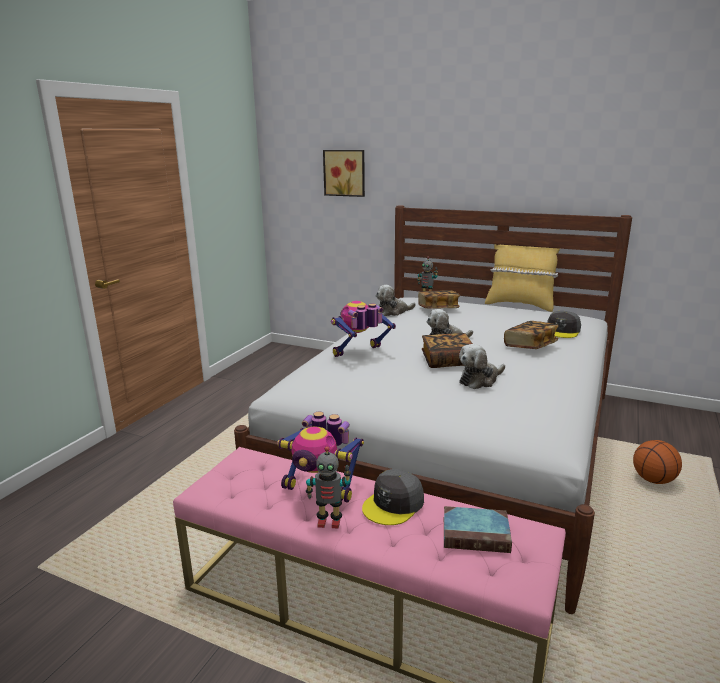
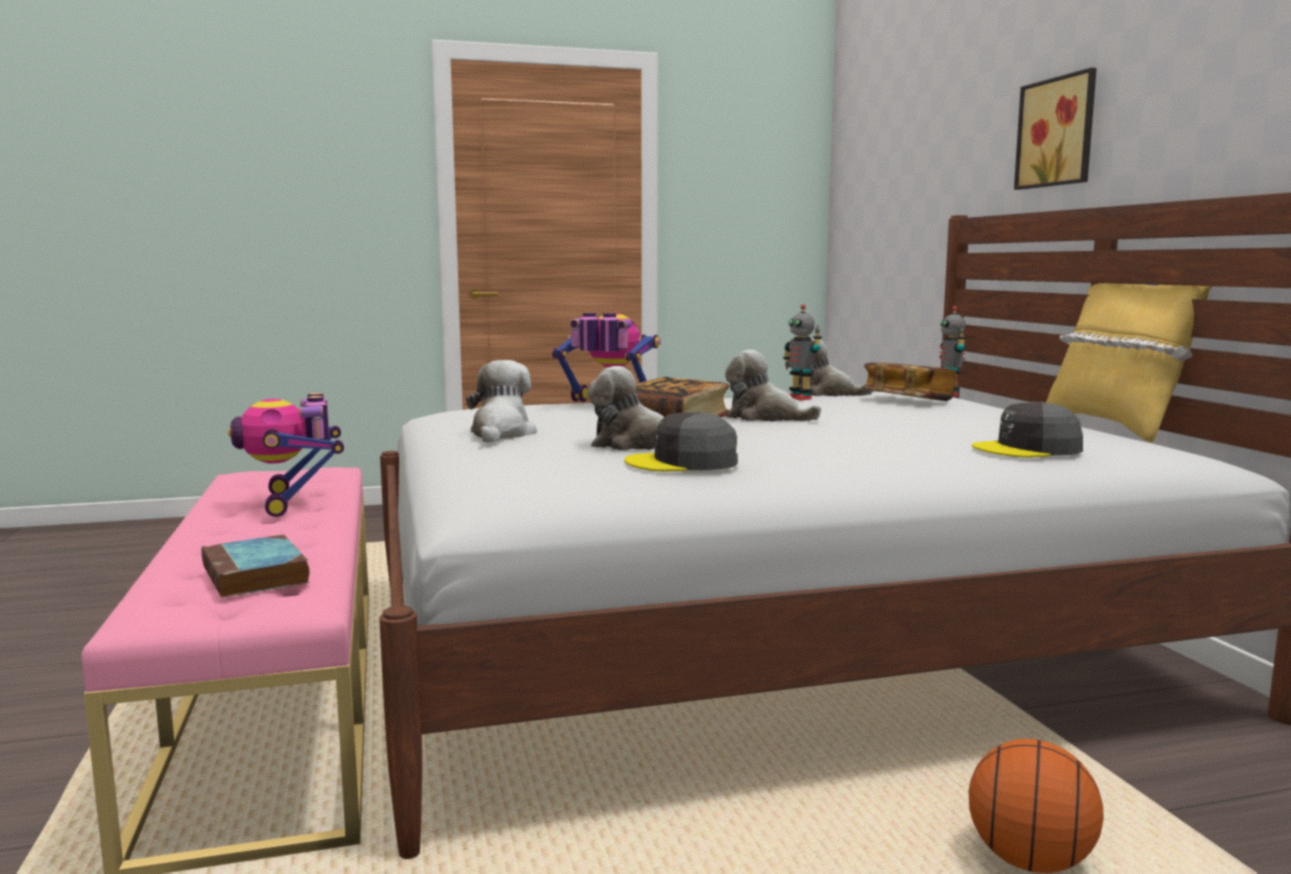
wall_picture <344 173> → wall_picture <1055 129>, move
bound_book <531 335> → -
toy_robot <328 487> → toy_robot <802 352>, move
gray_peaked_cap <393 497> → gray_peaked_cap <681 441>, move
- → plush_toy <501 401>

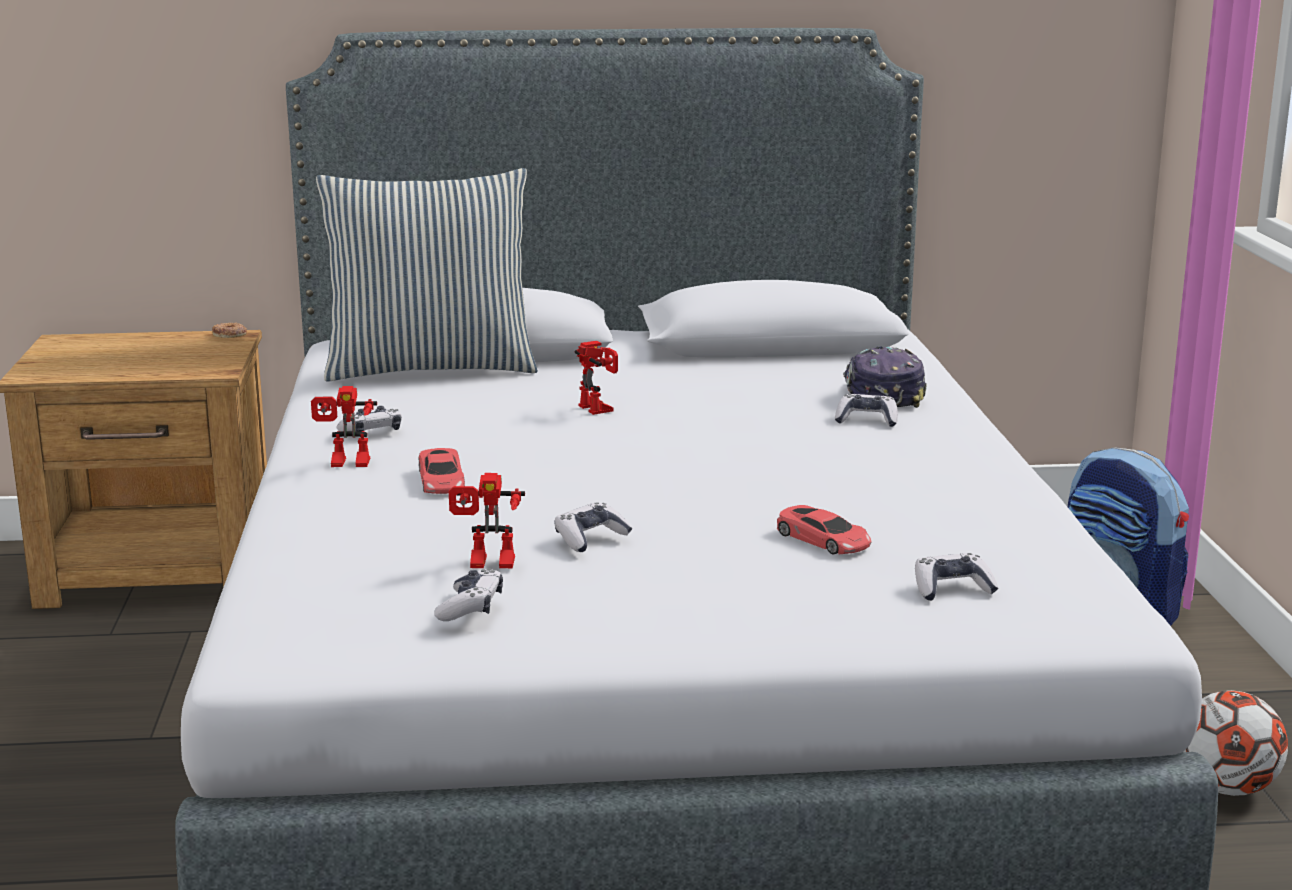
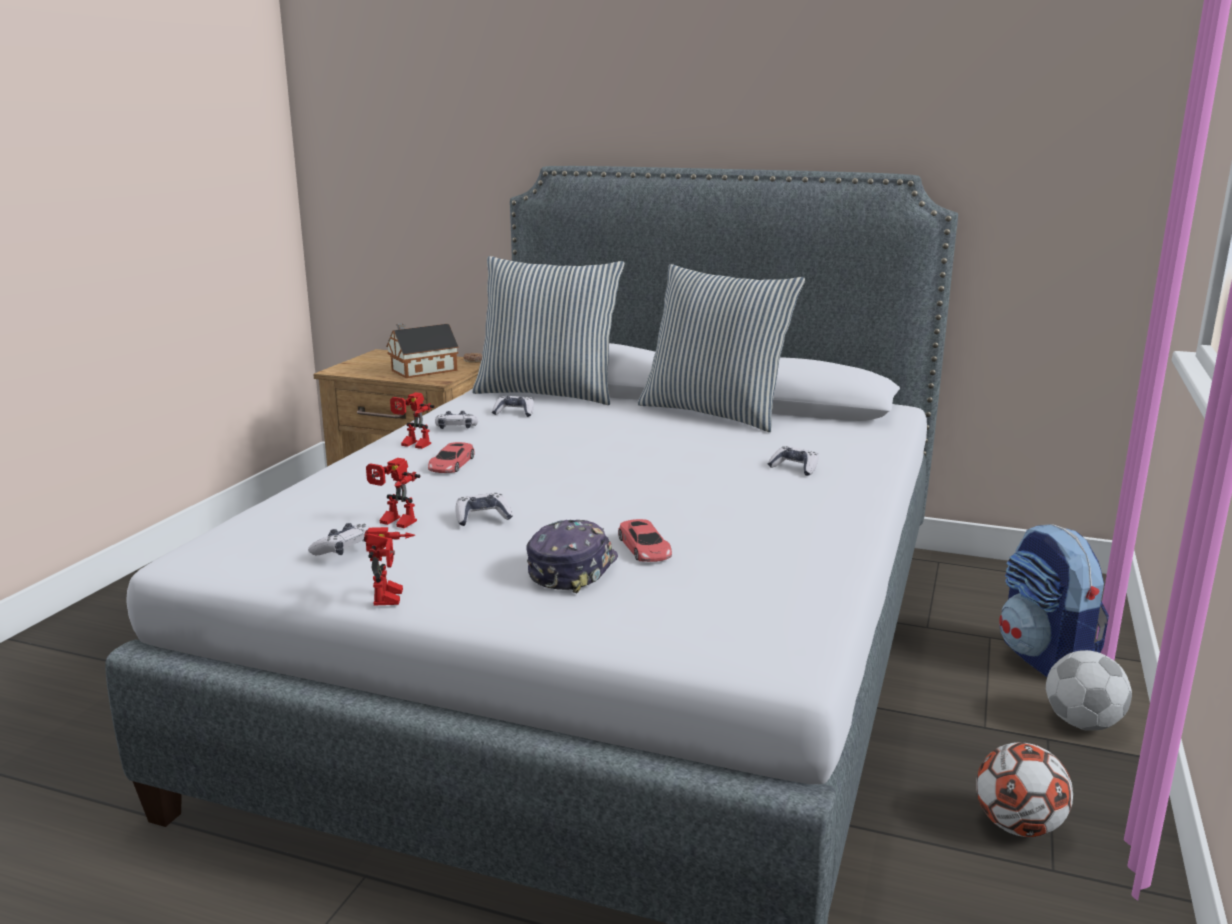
toy_robot <596 378> → toy_robot <389 566>, move
peaked_cap <885 377> → peaked_cap <572 556>, move
joypad <957 577> → joypad <513 406>, move
- → cushion <721 348>
- → toy_house <422 350>
- → football <1089 690>

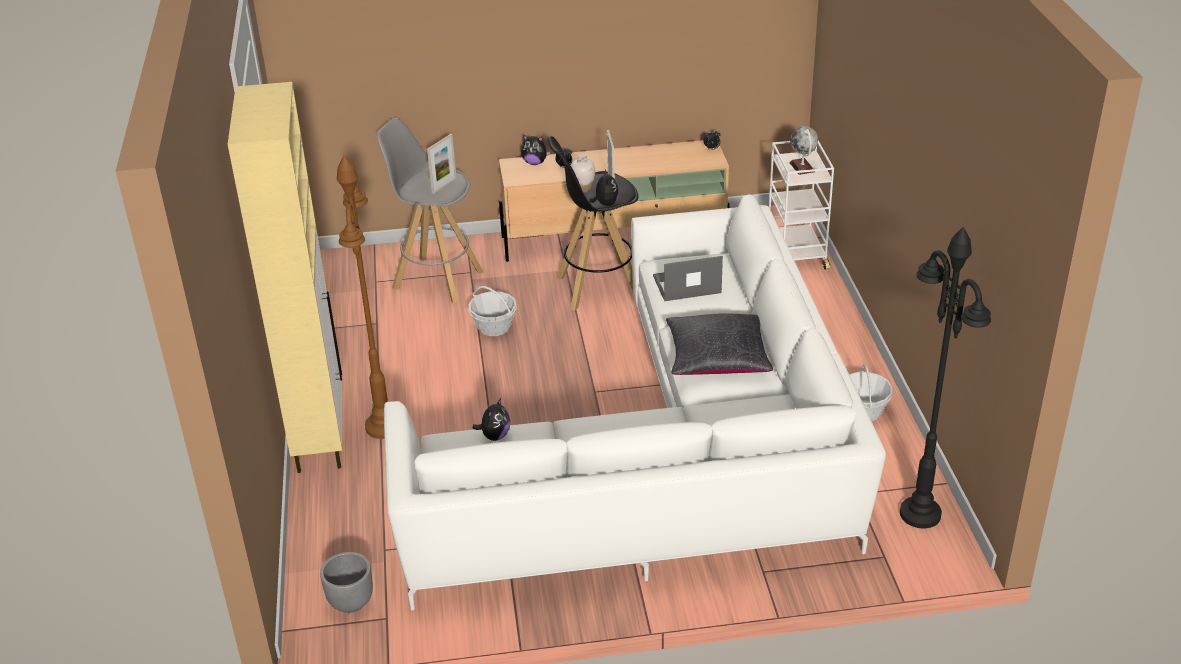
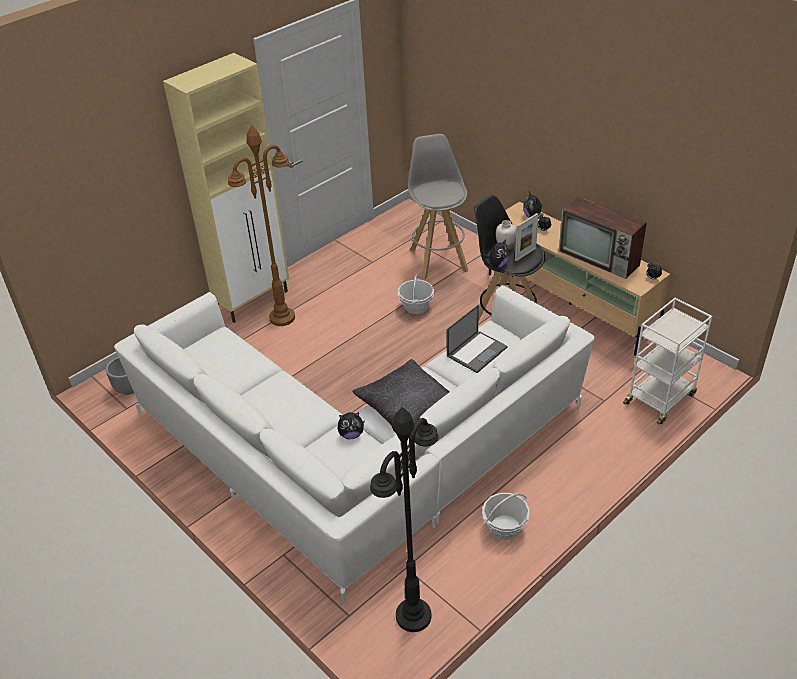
desk_globe <803 150> → -
photo_frame <442 164> → -
notebook_computer <688 278> → notebook_computer <477 339>, 90 degrees clockwise
plush_toy <491 419> → plush_toy <351 425>, move
- → television <603 238>

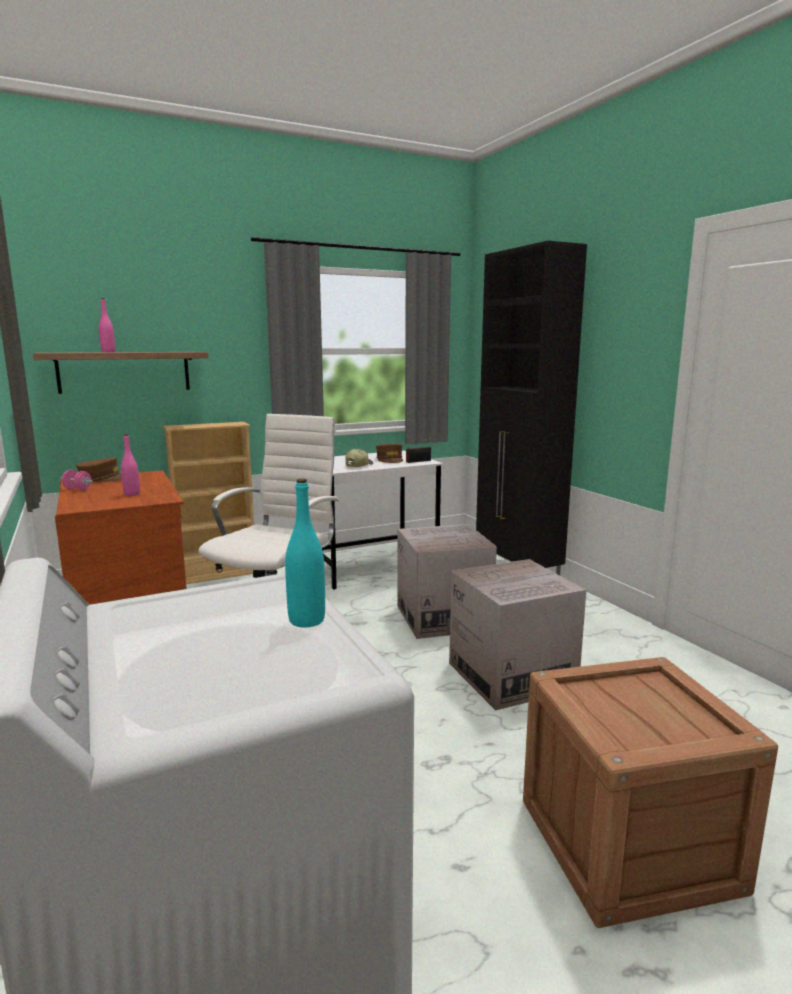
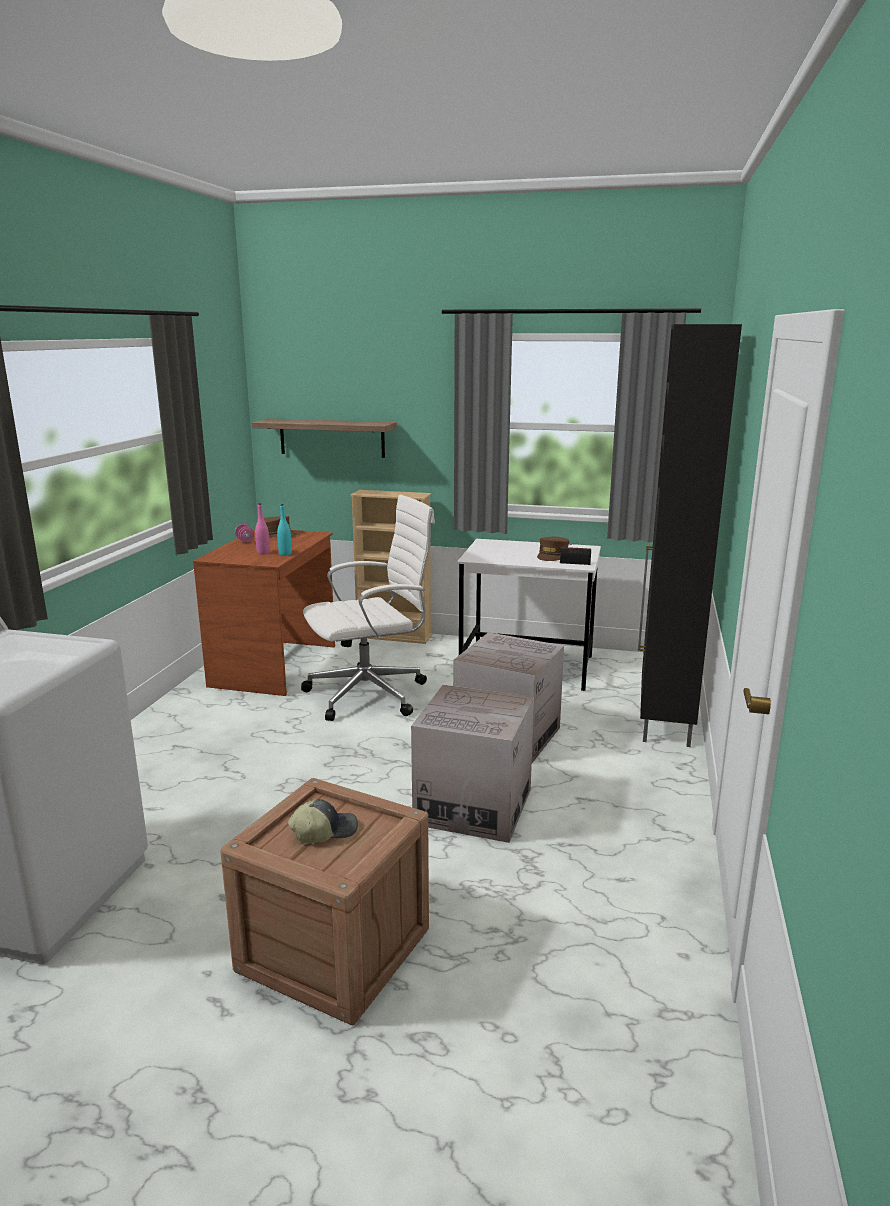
pink-coloured_drink_bottle <107 325> → -
peaked_cap <359 457> → peaked_cap <323 821>, move
turquoise-coloured_drink_bottle <305 553> → turquoise-coloured_drink_bottle <284 530>, move

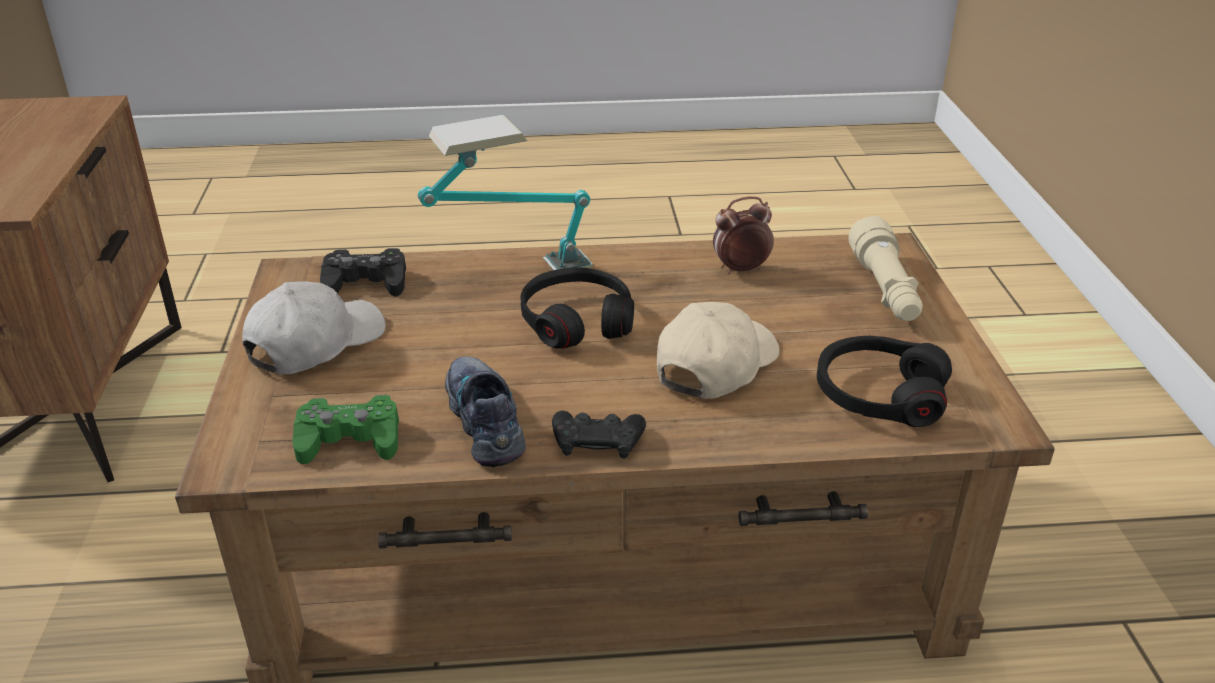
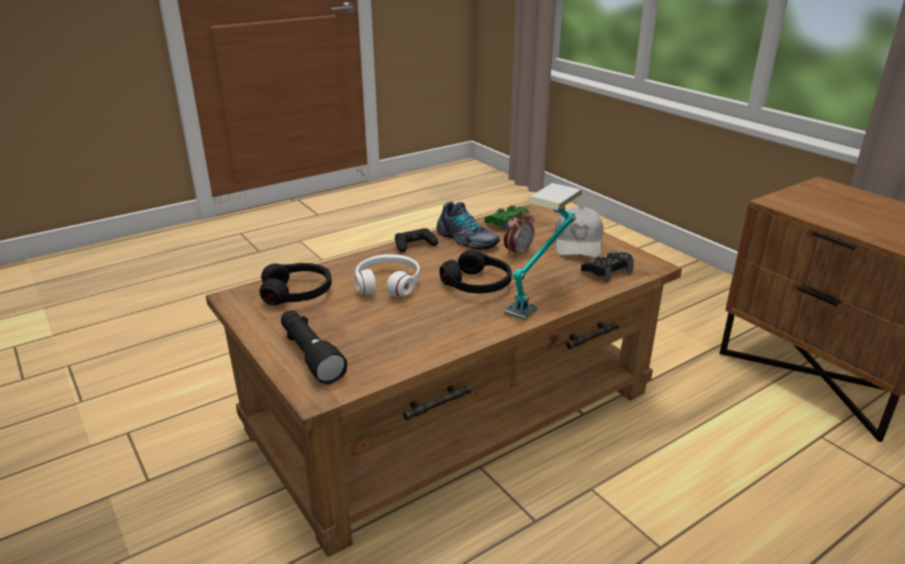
table_clock <743 235> → table_clock <519 233>, move
beige_flashlight <885 268> → blackish_flashlight <314 347>
beige_peaked_cap <718 350> → white-coloured_headphones <387 275>

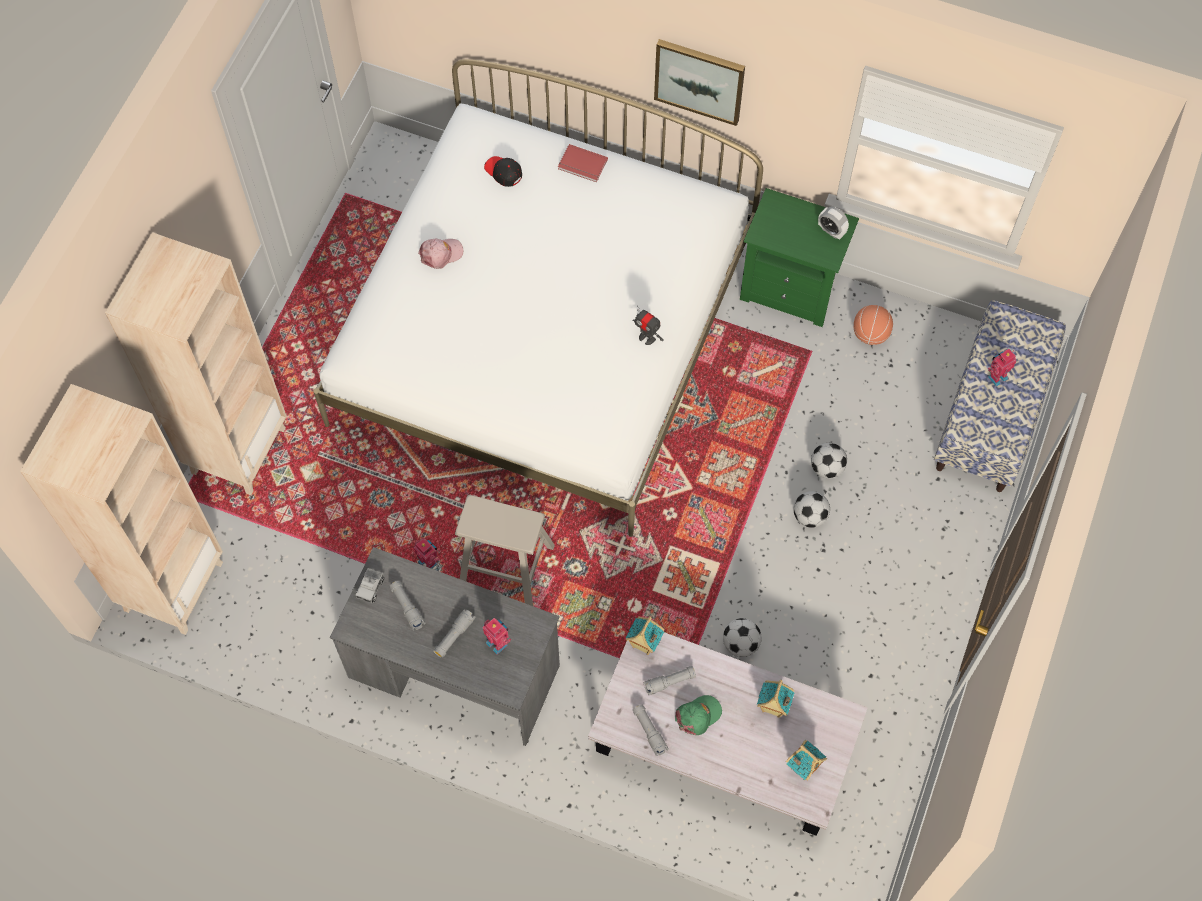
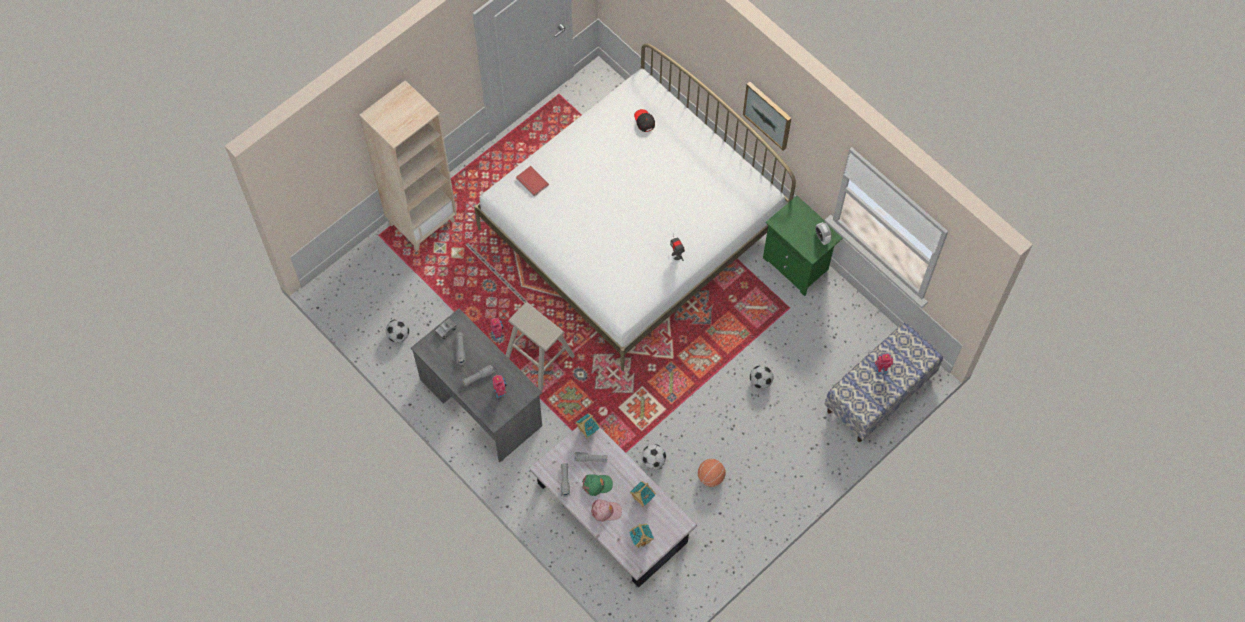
reddish_bound_book <583 163> → reddish_bound_book <532 181>, move
pink-coloured_peaked_cap <440 254> → pink-coloured_peaked_cap <606 510>, move
ball_for_basketball <873 325> → ball_for_basketball <712 473>, move
beige_shelving_unit <121 509> → -
football <811 509> → football <397 331>, move

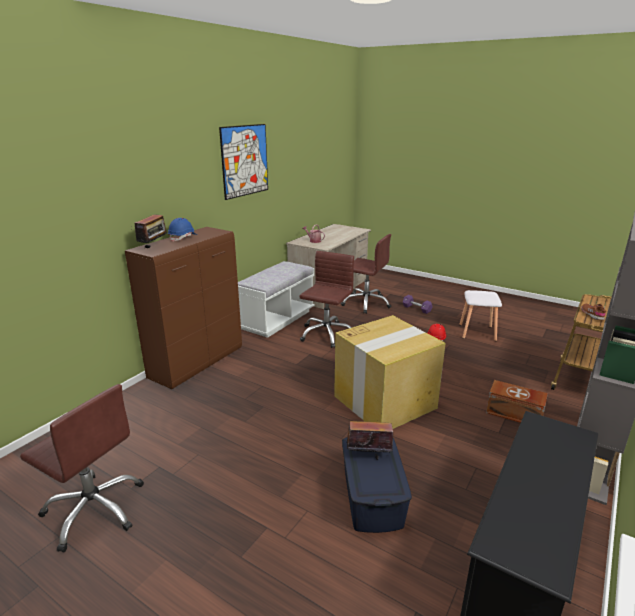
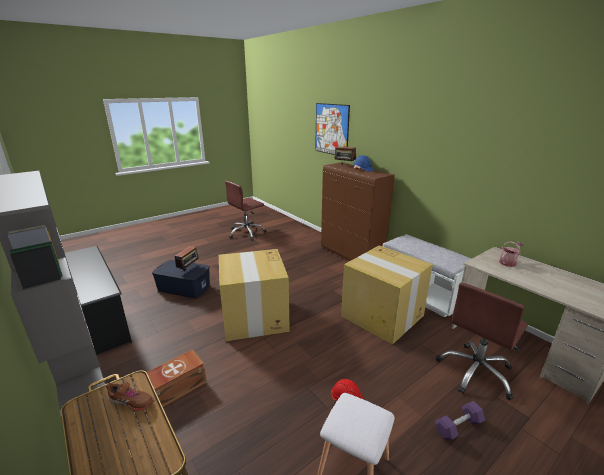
wall_picture <243 162> → wall_picture <332 129>, move
brownish_computer_chair <326 299> → cardboard_box <387 294>

